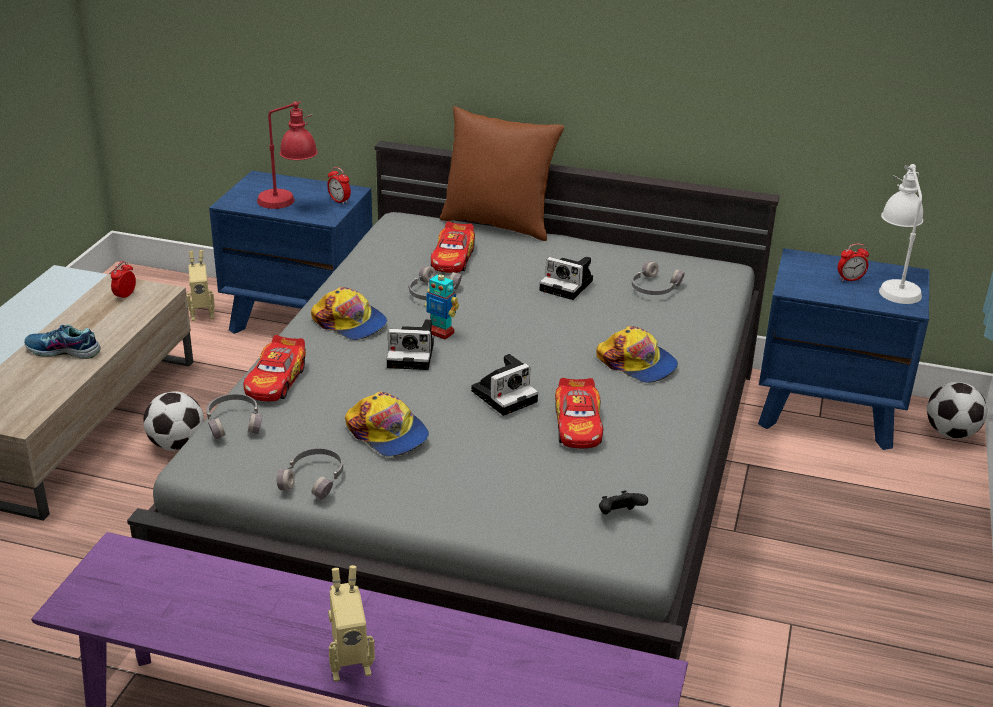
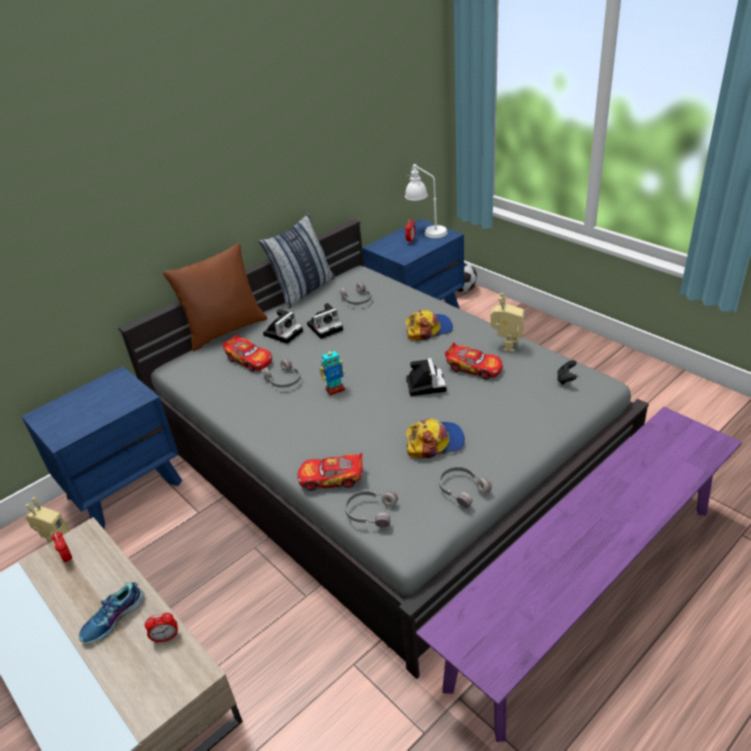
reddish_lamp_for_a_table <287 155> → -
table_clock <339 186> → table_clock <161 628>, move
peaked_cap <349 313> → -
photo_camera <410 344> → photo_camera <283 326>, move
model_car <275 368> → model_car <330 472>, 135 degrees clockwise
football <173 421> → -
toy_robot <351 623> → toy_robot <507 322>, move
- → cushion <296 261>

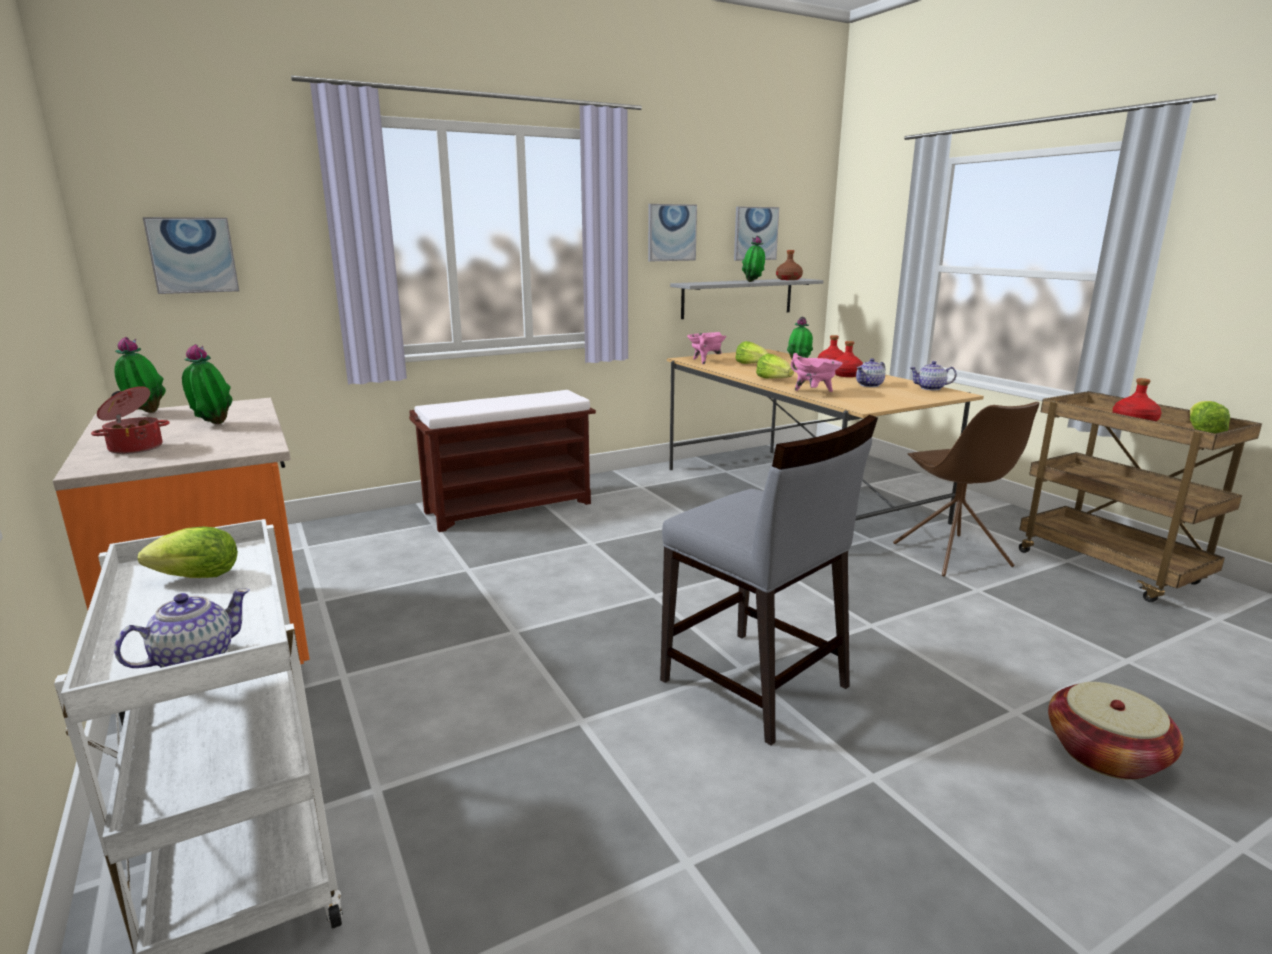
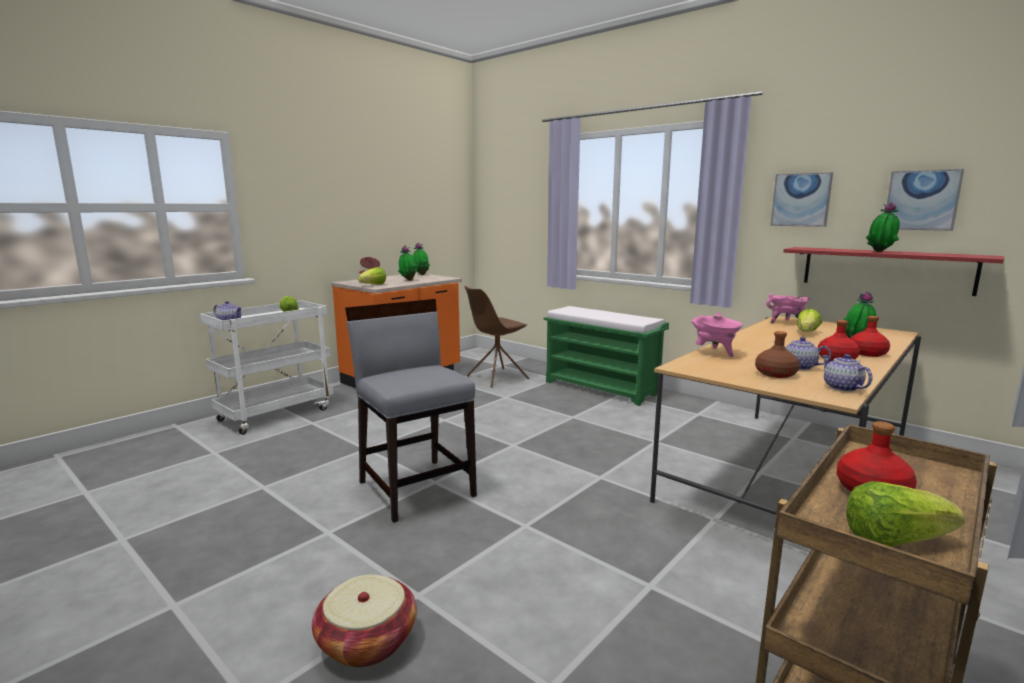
wall_picture <191 255> → -
brownish_drink_bottle <789 265> → brownish_drink_bottle <777 354>, move
gray_bracket_shelf <747 298> → reddish_bracket_shelf <894 271>
head_of_lettuce <775 366> → head_of_lettuce <372 276>, move
brownish_long_seat <502 461> → green_long_seat <606 356>
brownish_chair <966 489> → brownish_chair <496 336>, move
gray_chair <769 580> → gray_chair <411 411>, 120 degrees clockwise

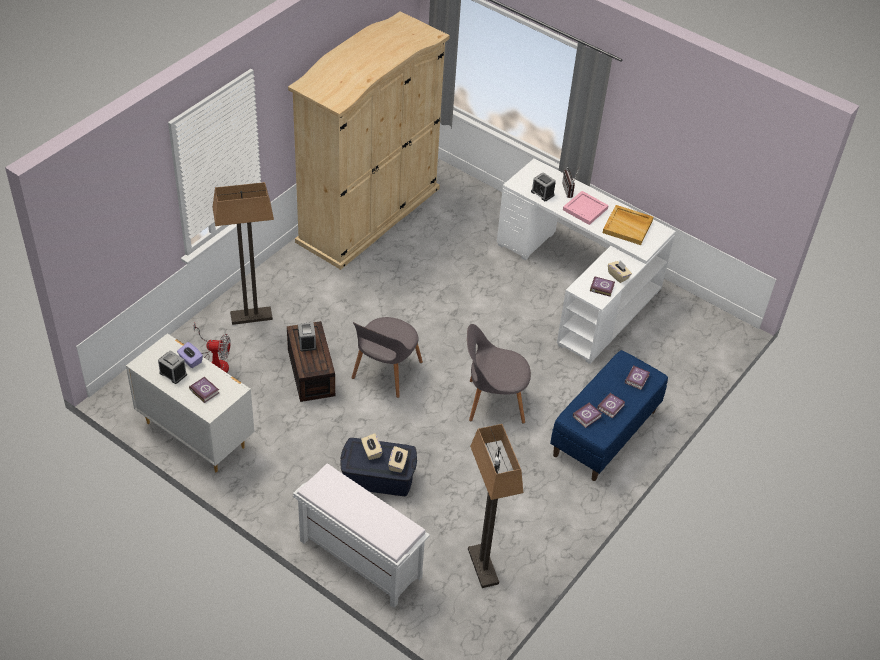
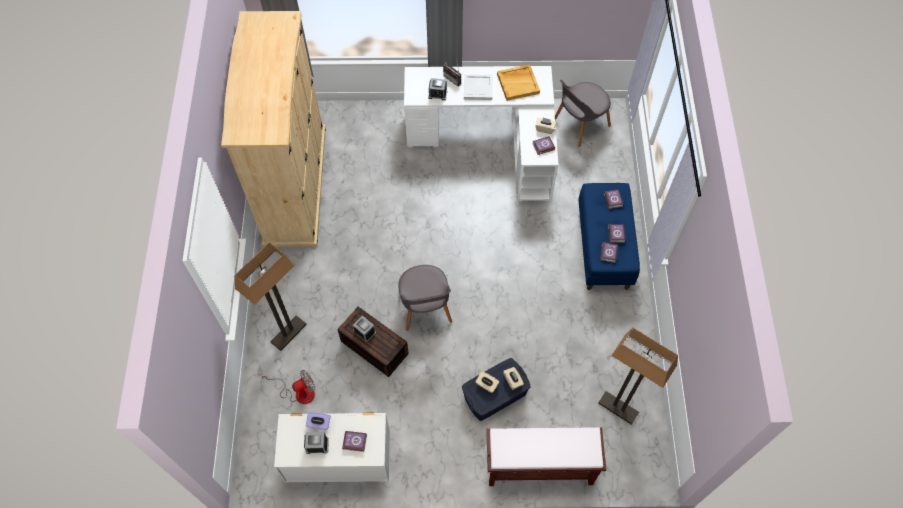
pink-coloured_serving_tray <586 208> → white-coloured_serving_tray <478 87>
gray_chair <499 374> → gray_chair <583 113>, move
white-coloured_long_seat <361 536> → brownish_long_seat <546 456>

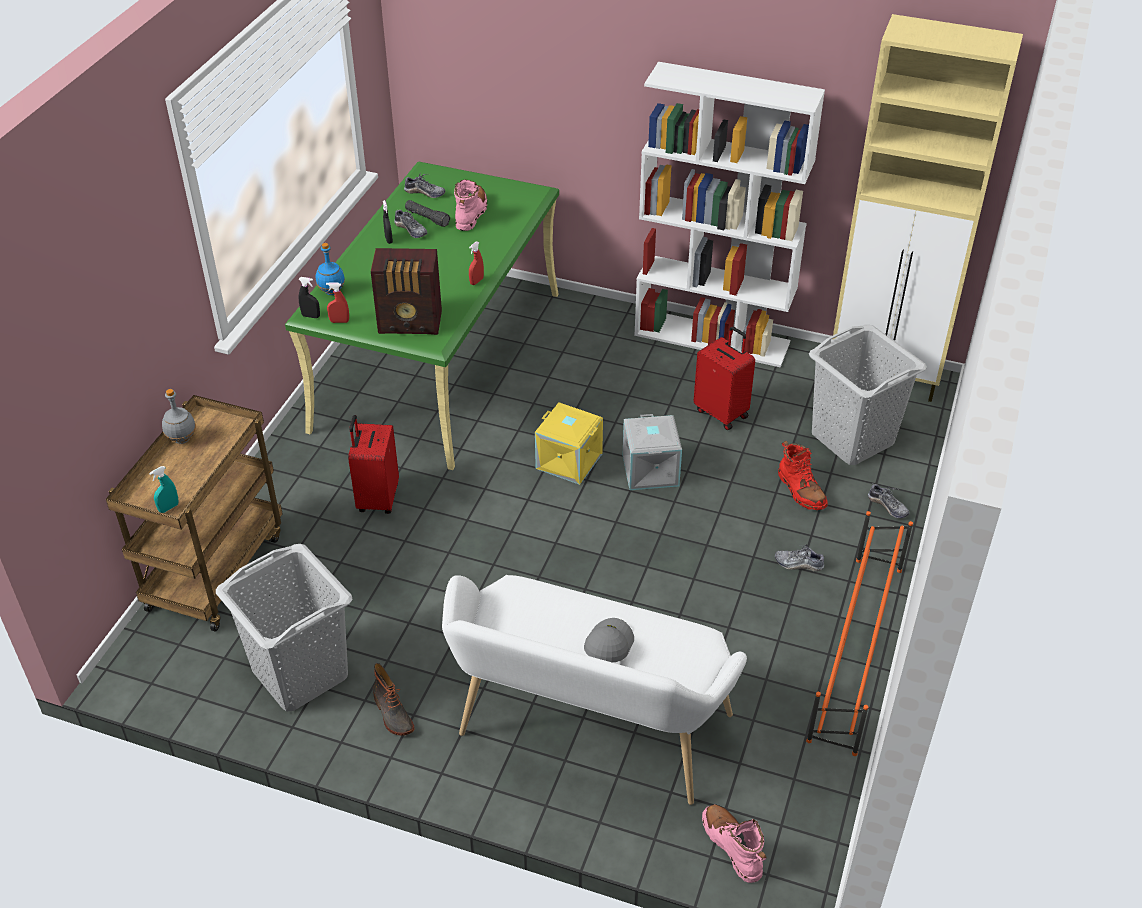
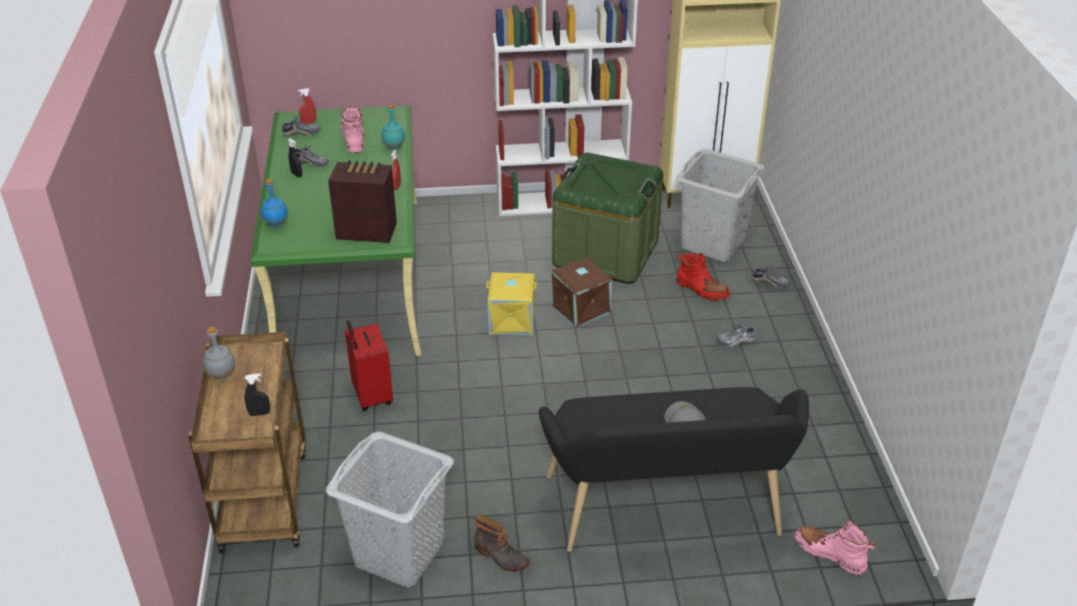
blackish_flashlight <427 213> → -
radio <406 291> → radio <362 201>, 150 degrees counterclockwise
blackish_sprayer <309 297> → blackish_sprayer <257 394>, move
reddish_sprayer <337 302> → reddish_sprayer <307 106>, move
reddish_suitcase <724 378> → green_storage_bin <607 218>
gray_storage_bin <652 452> → brownish_storage_bin <581 292>
turquoise-coloured_sprayer <163 489> → -
orange_shoe_stand <859 633> → -
white-coloured_long_seat <594 690> → blackish_long_seat <674 469>
- → turquoise-coloured_drink_bottle <393 127>

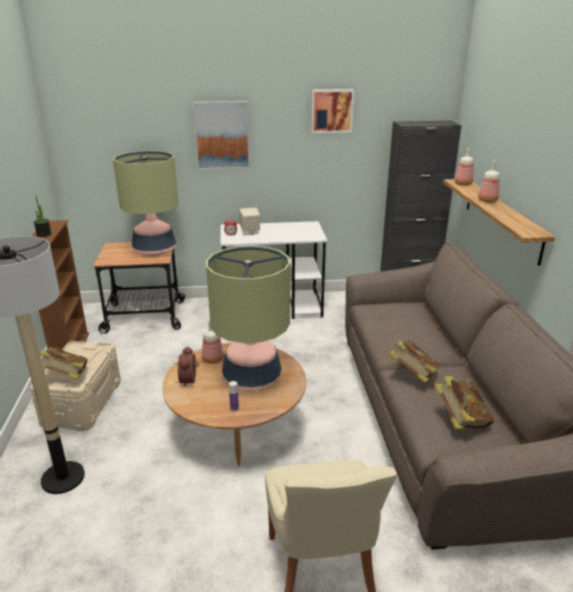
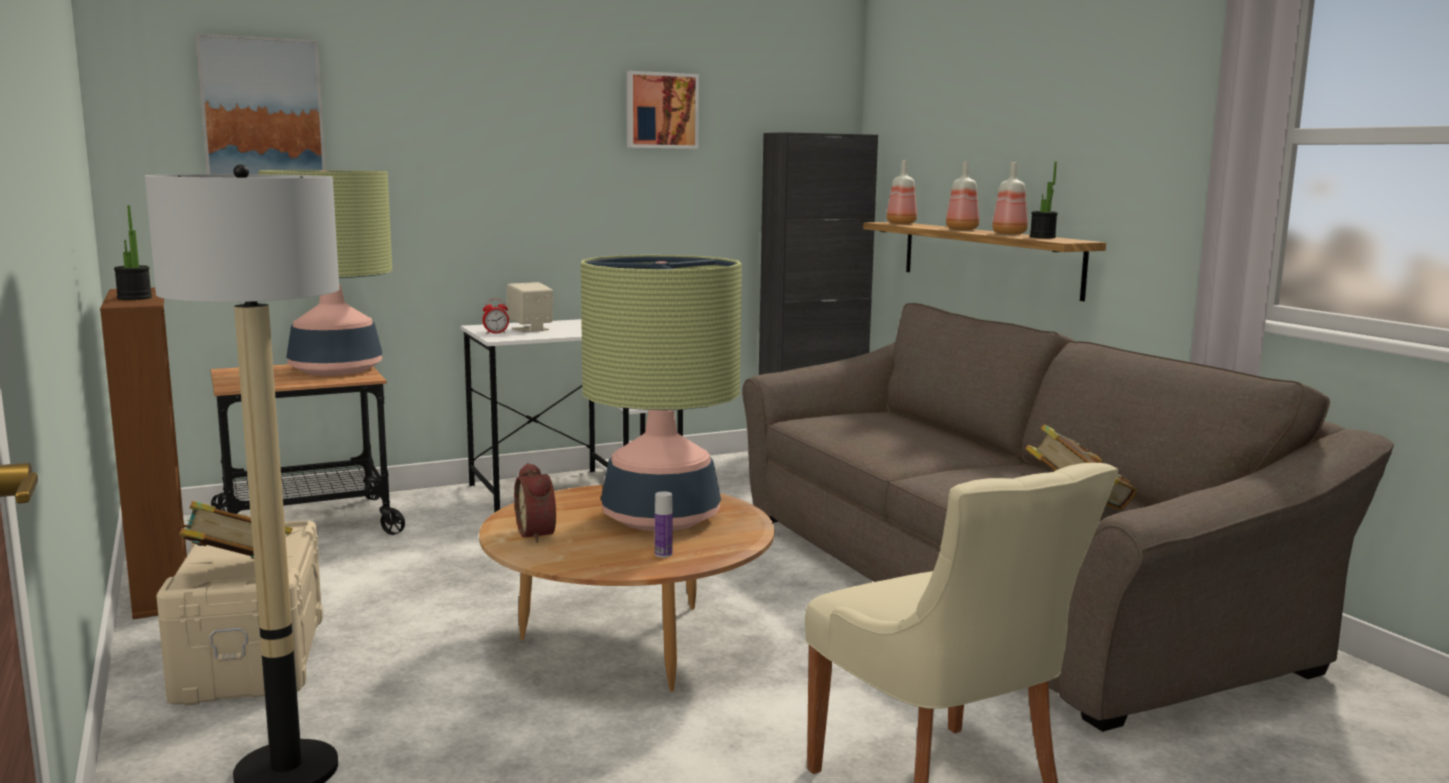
wall_picture <221 135> → wall_picture <260 104>, move
drink_bottle <213 342> → drink_bottle <1010 198>, move
bound_book <414 361> → -
- → potted_plant <1044 200>

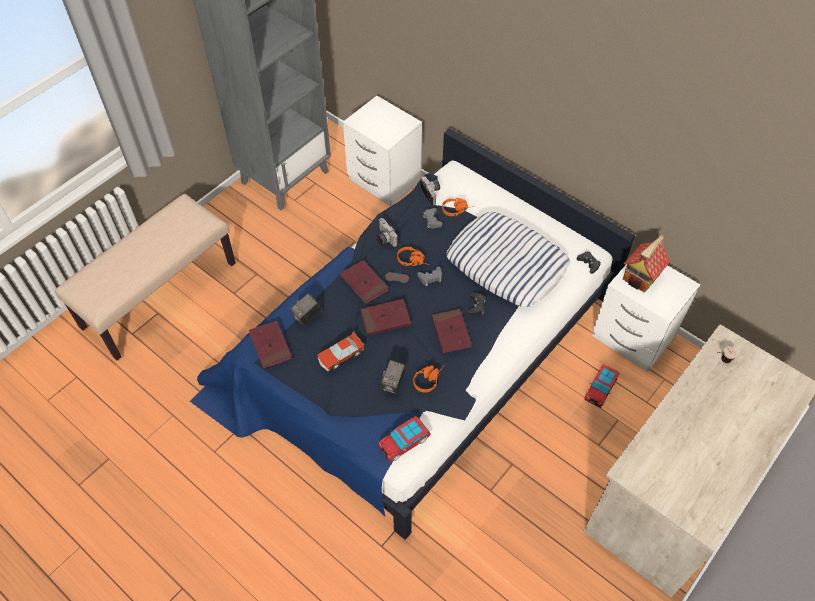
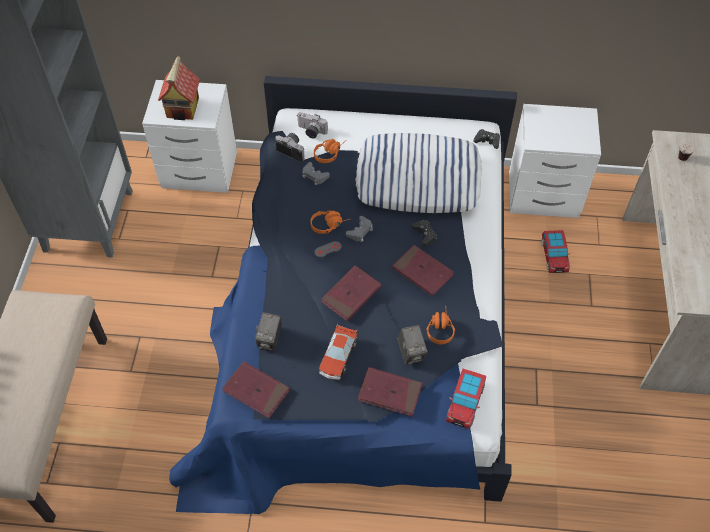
photo_camera <387 232> → photo_camera <312 125>, move
toy_house <646 264> → toy_house <179 87>, move
reddish_bound_book <364 282> → reddish_bound_book <390 392>, move

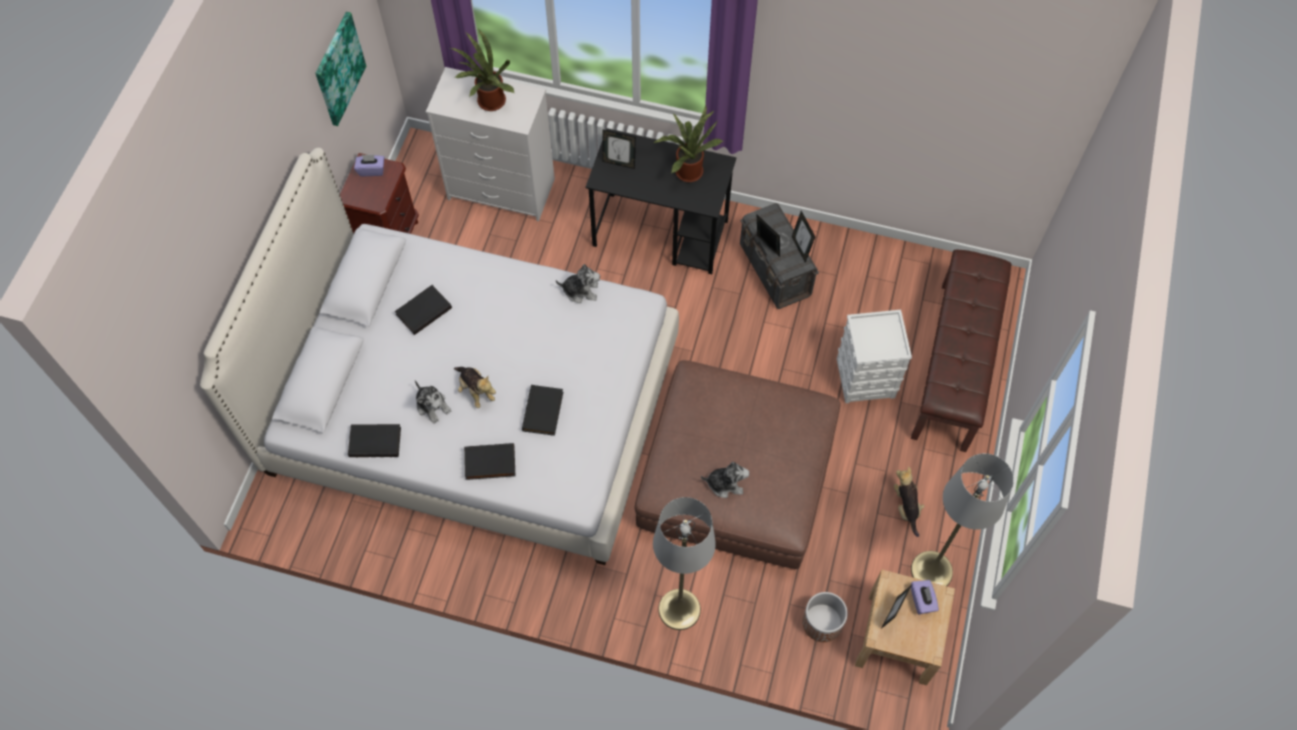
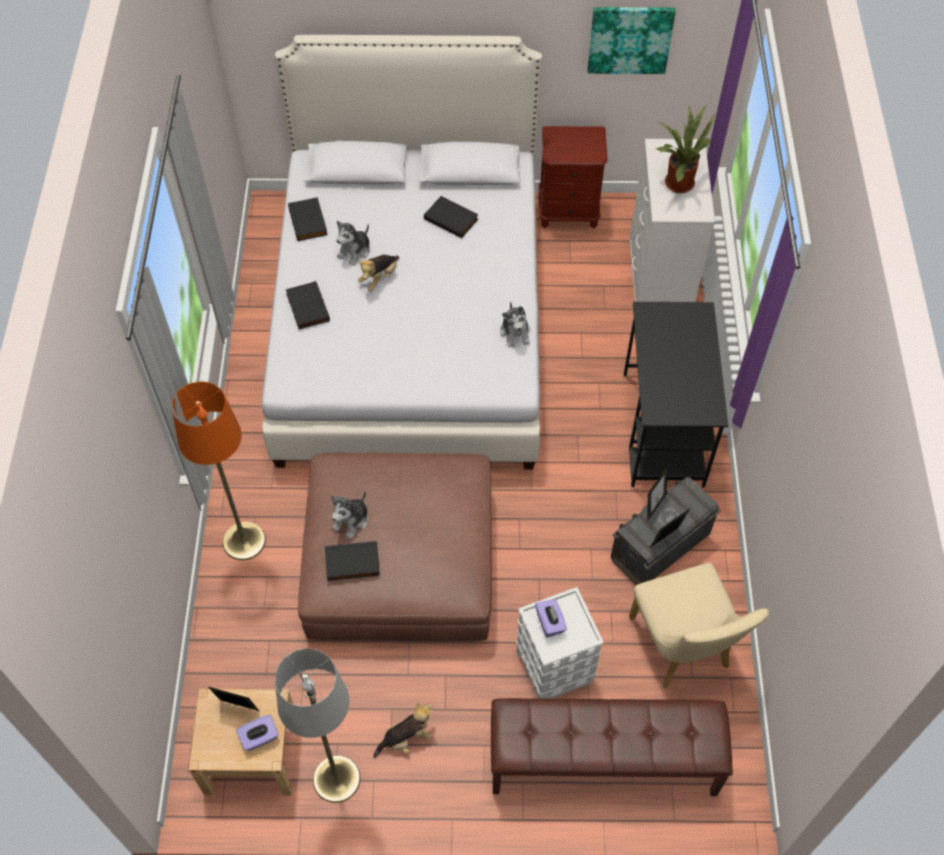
potted_plant <688 144> → -
photo_frame <619 149> → -
purple_tissue_box <369 165> → purple_tissue_box <551 618>, move
blackish_bound_book <542 410> → blackish_bound_book <352 561>, move
plush_toy <725 480> → plush_toy <349 515>, 45 degrees clockwise
gray_standard_lamp <684 563> → orange_standard_lamp <219 471>
plant_pot <825 617> → -
- → beige_chair <699 625>

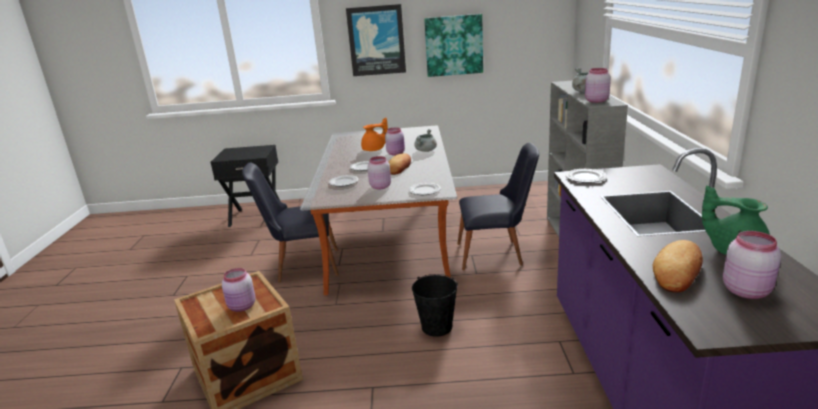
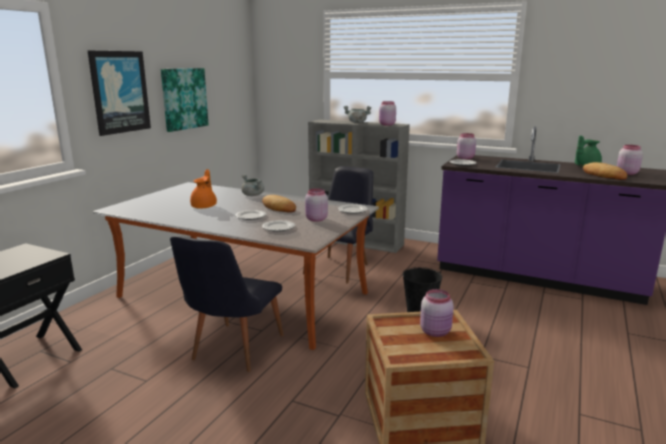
pink-coloured_jar <395 141> → pink-coloured_jar <466 146>, move

